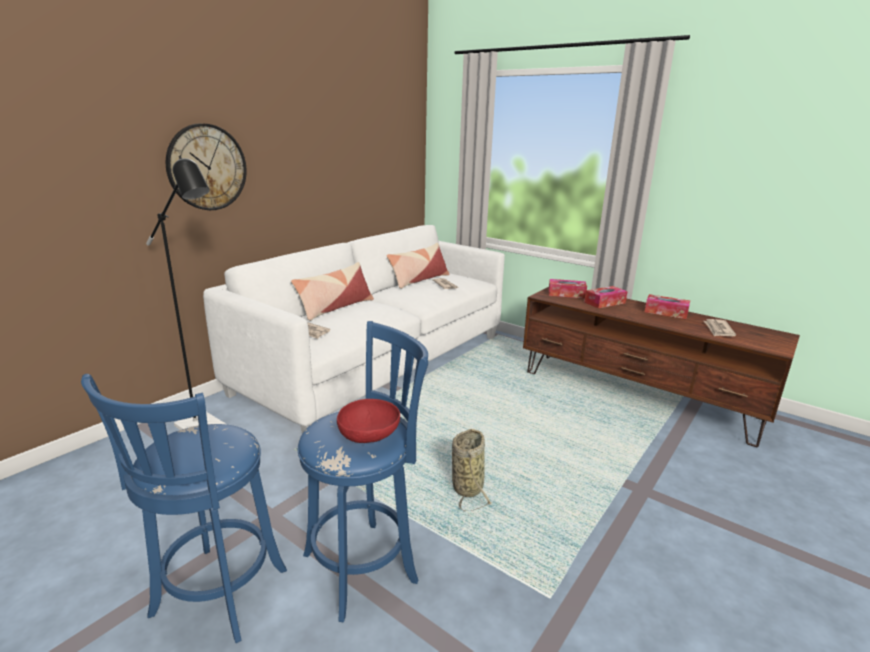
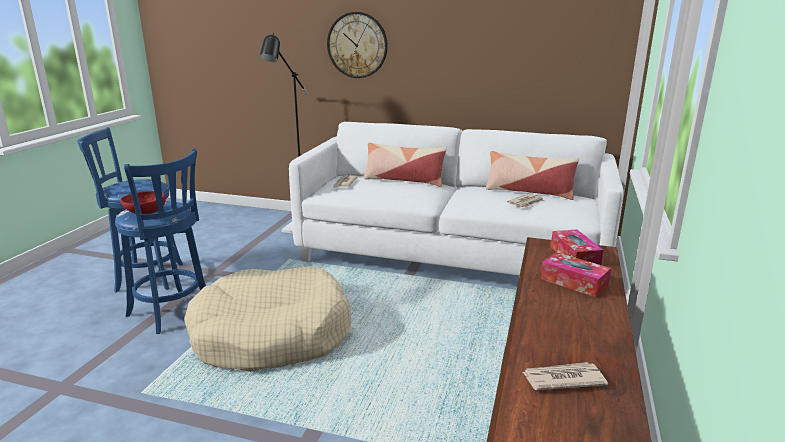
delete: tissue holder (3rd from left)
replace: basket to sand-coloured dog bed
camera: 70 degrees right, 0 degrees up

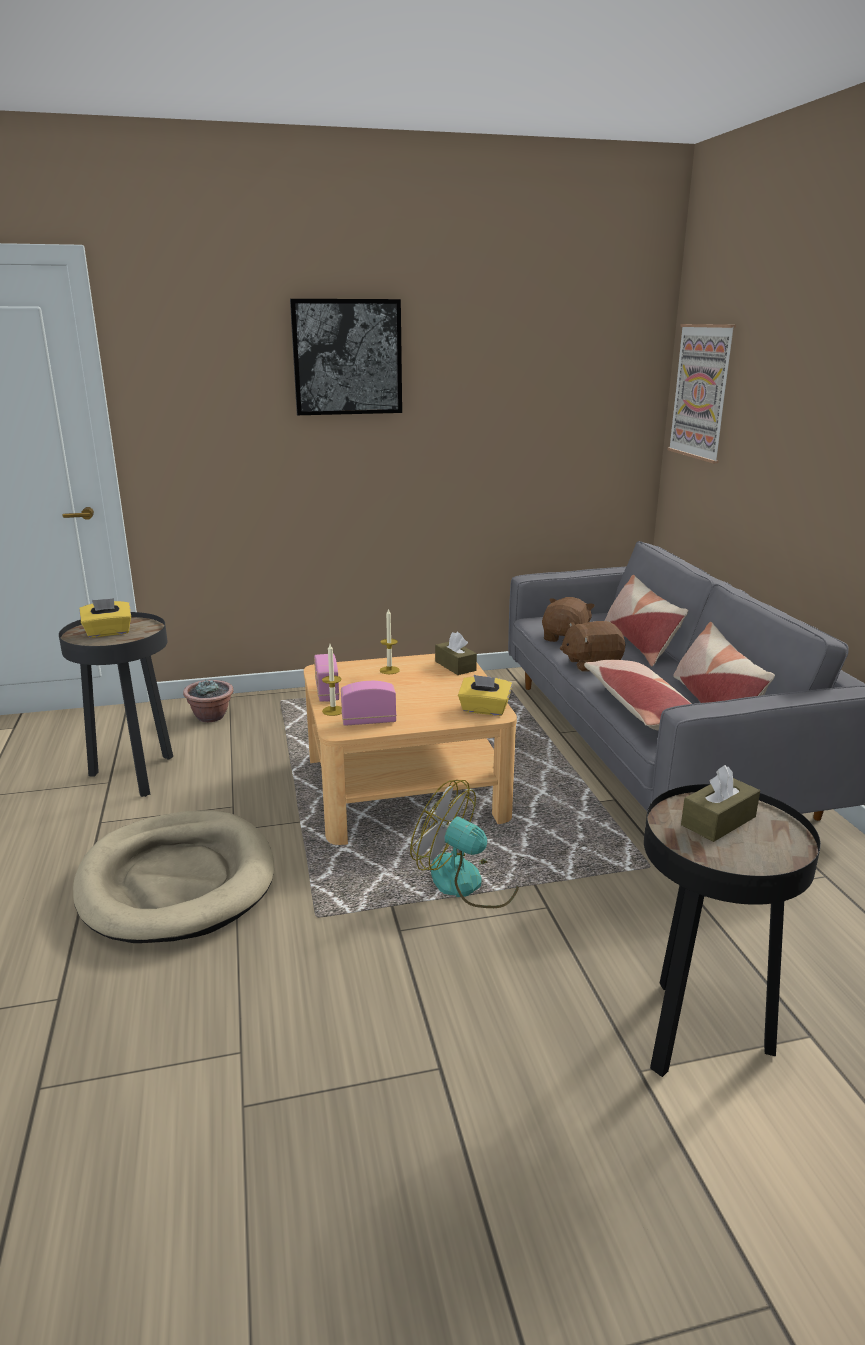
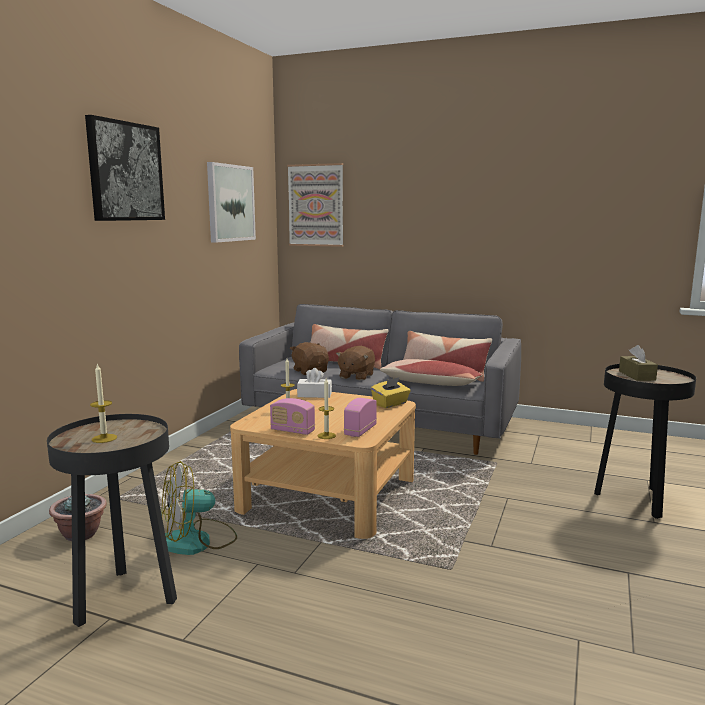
delete: sand-coloured dog bed
insert: picture (2nd from left)
move: cooling fan
replace: yellowish tissue holder (1st from left) to wax light (1st from left)
recolor: brownish tissue holder (1st from left) to white tissue holder
camera: 55 degrees left, 10 degrees down

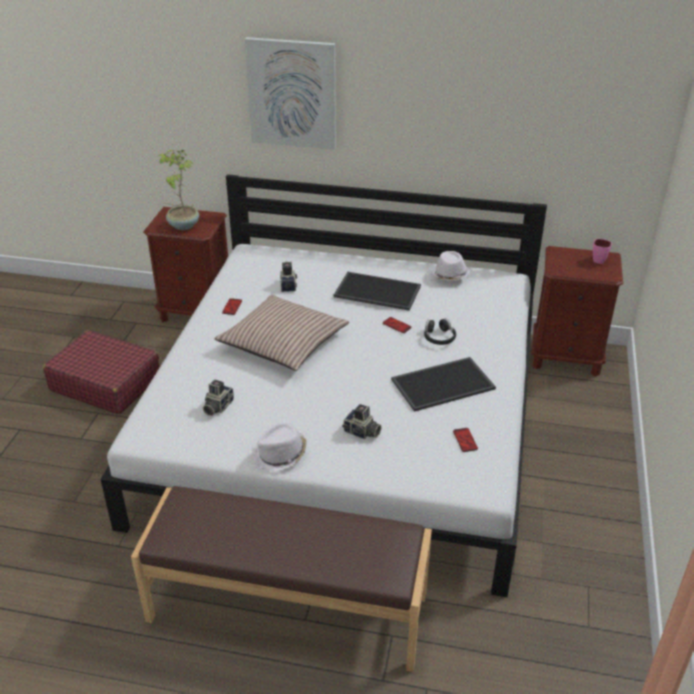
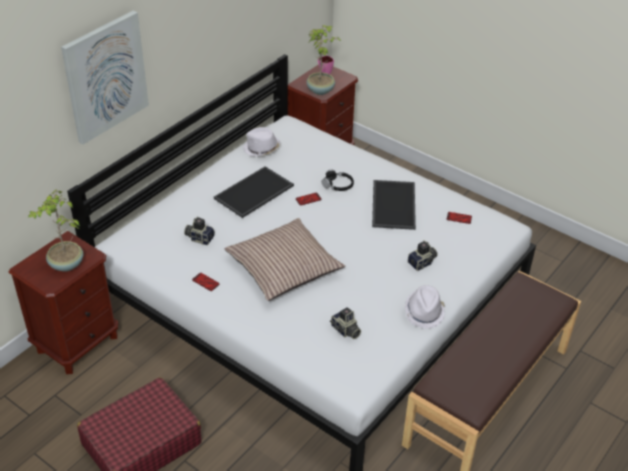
insert: houseplant (2nd from left)
camera: 65 degrees left, 5 degrees up

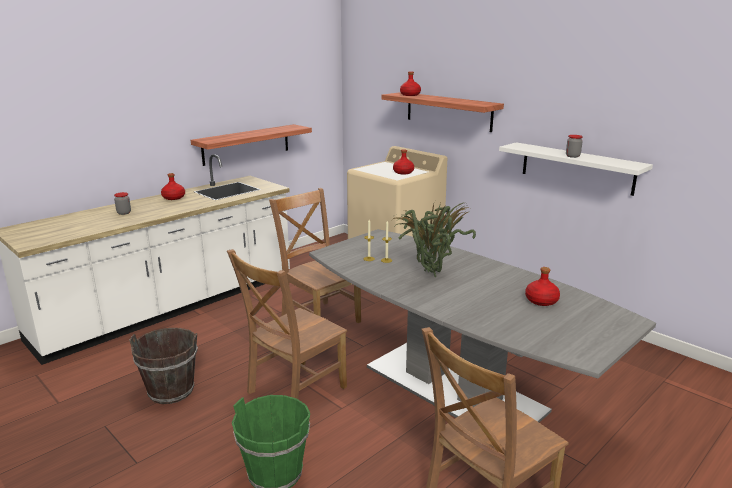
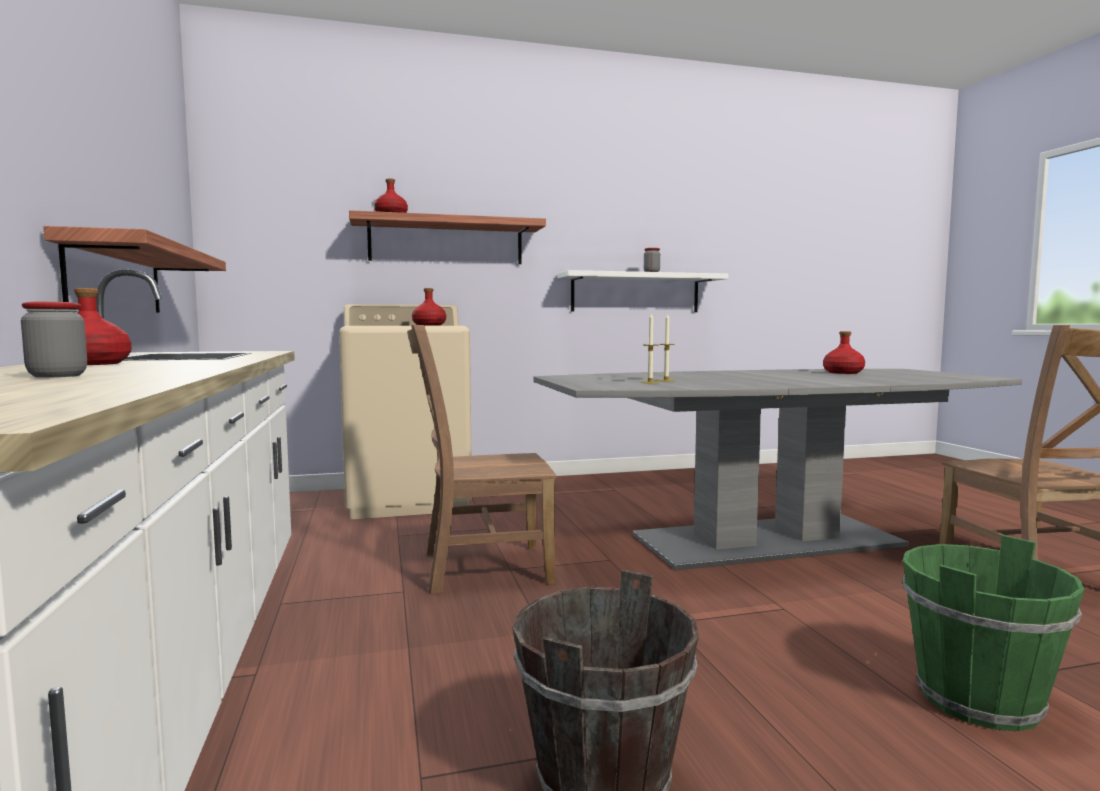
delete: brownish upright chair (1st from left); houseplant
camera: 60 degrees left, 15 degrees down

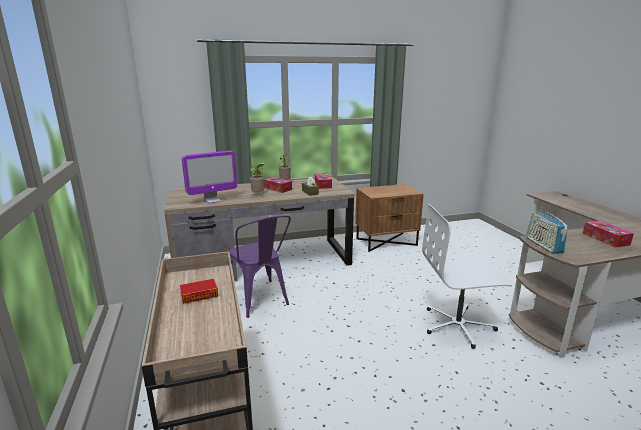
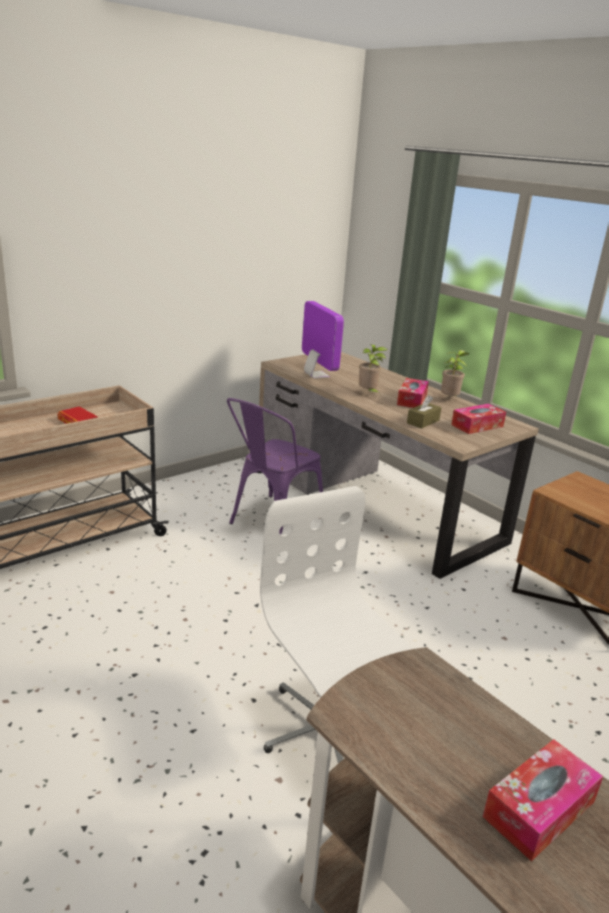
delete: radio set
rotate: monitor 150 degrees counterclockwise
camera: 65 degrees right, 5 degrees up

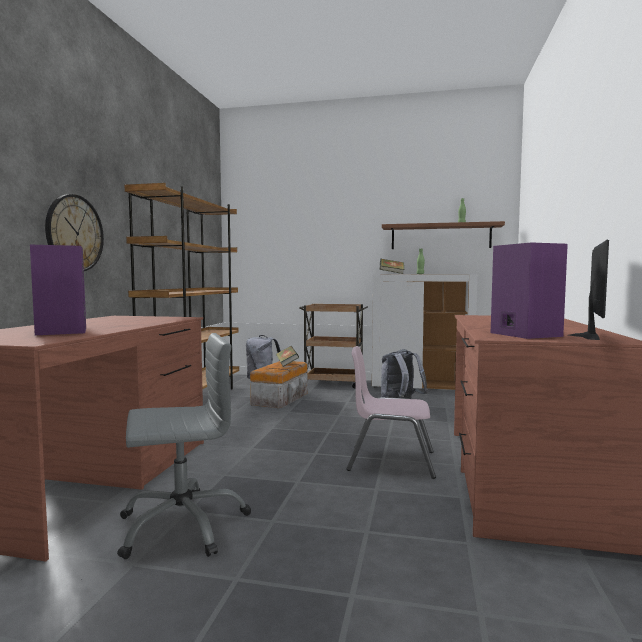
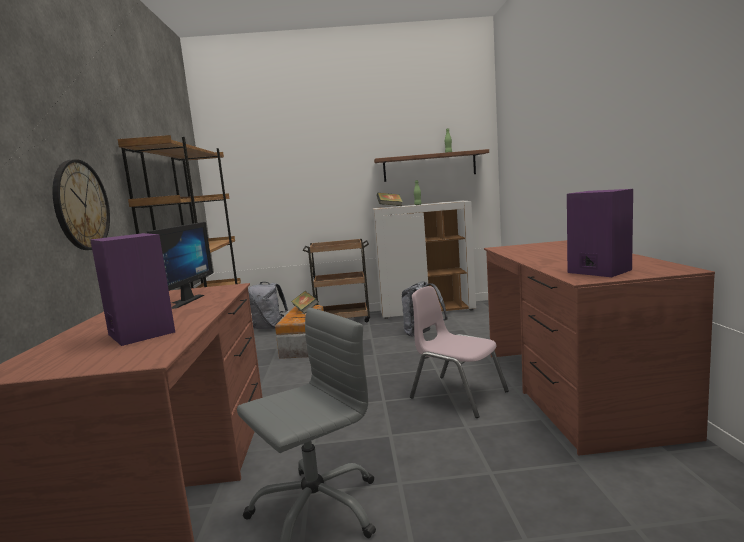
move: monitor
rotate: pinkish upright chair 45 degrees clockwise
camera: 15 degrees left, 5 degrees up

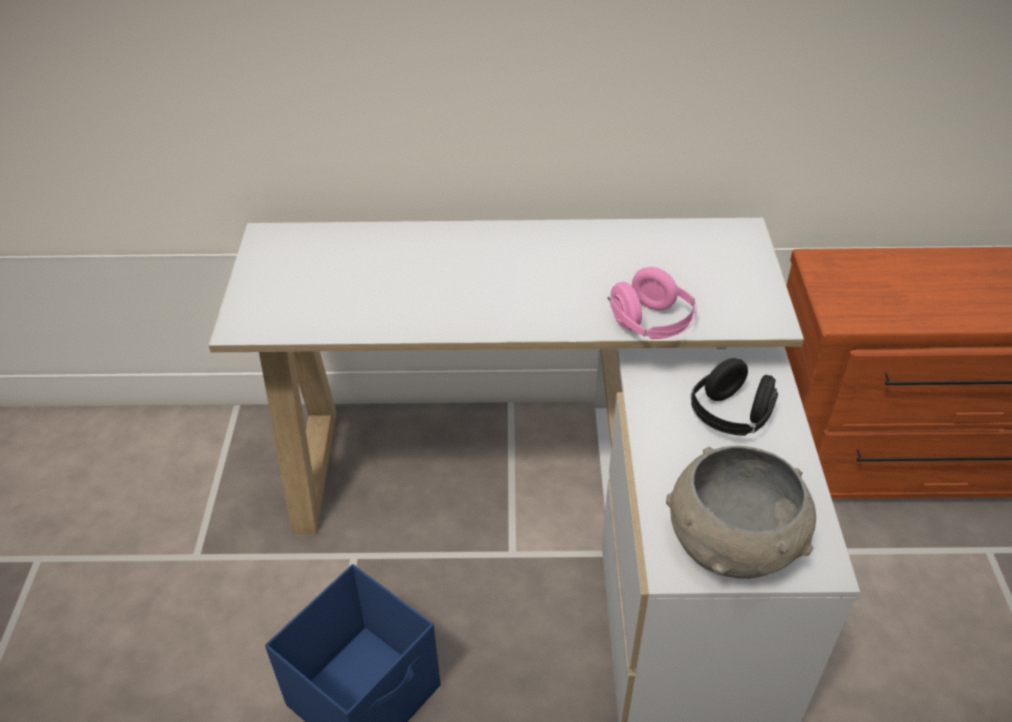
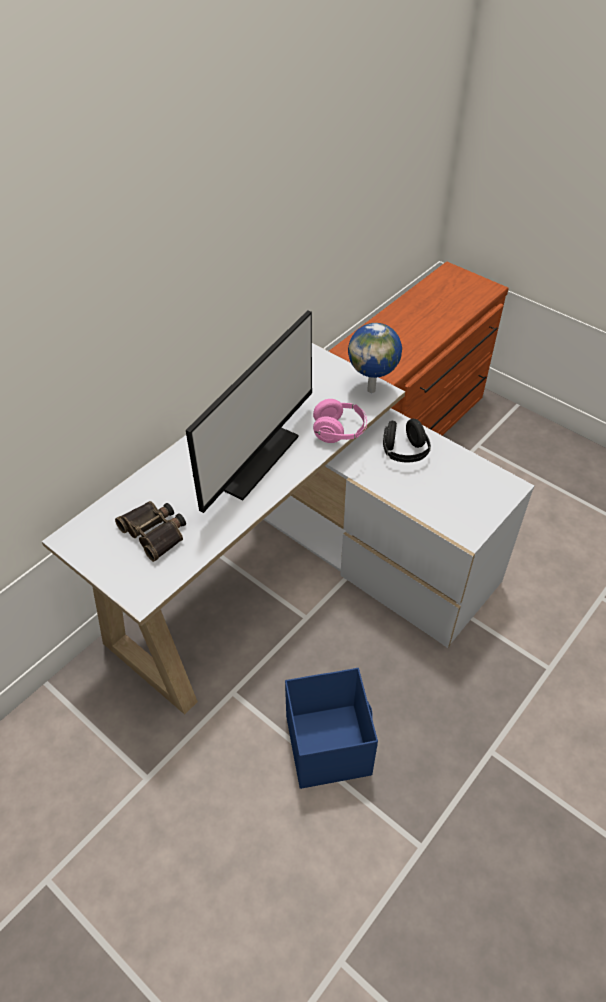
delete: grey bowl
insert: field glasses; monitor; desk globe
camera: 50 degrees left, 5 degrees up

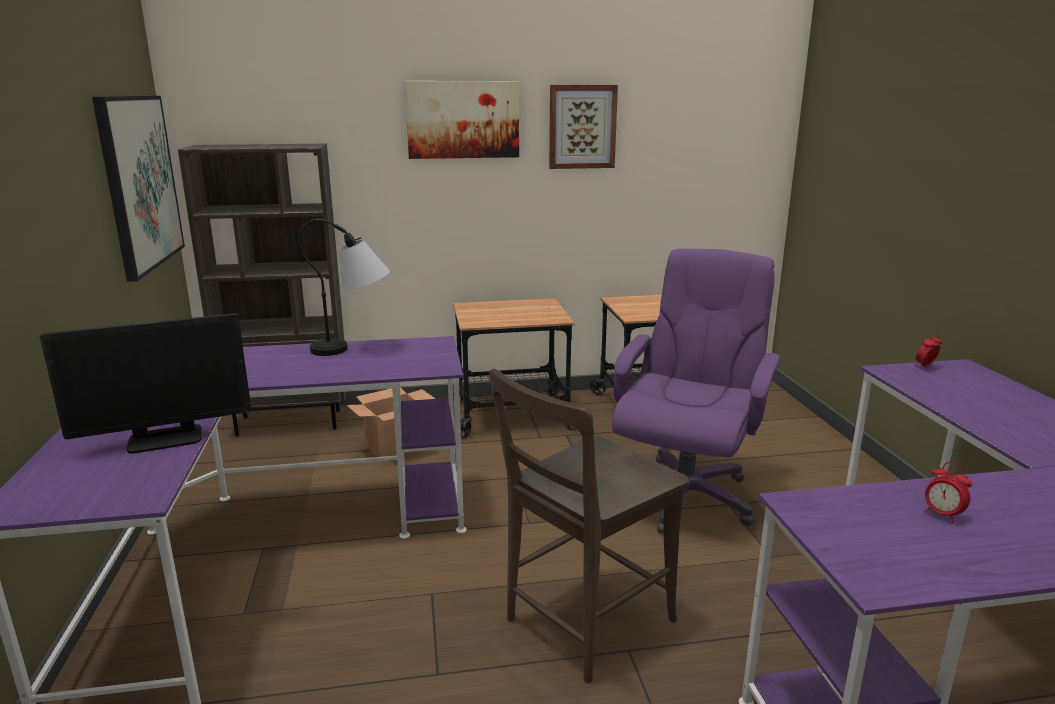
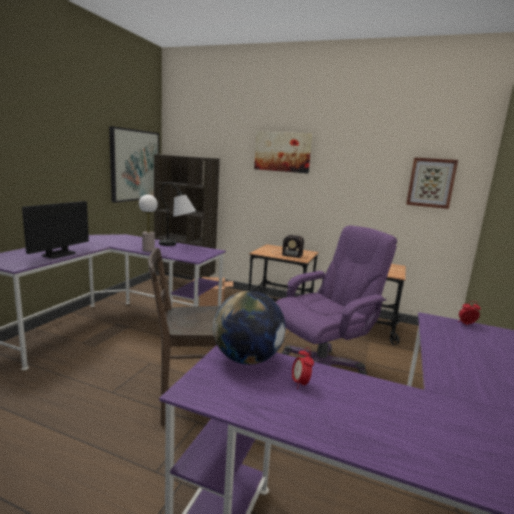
insert: tabletop lamp (1st from left); desk globe; radio set
move: picture (3rd from left)
rotate: monitor 75 degrees counterclockwise
camera: 30 degrees right, 5 degrees down

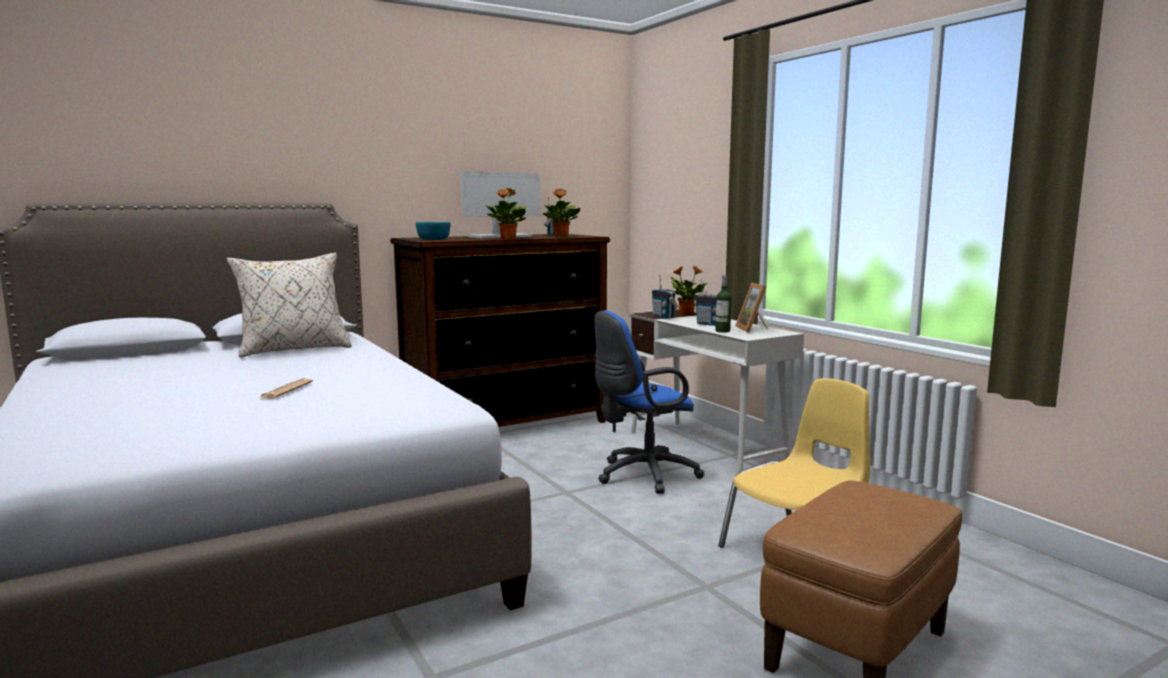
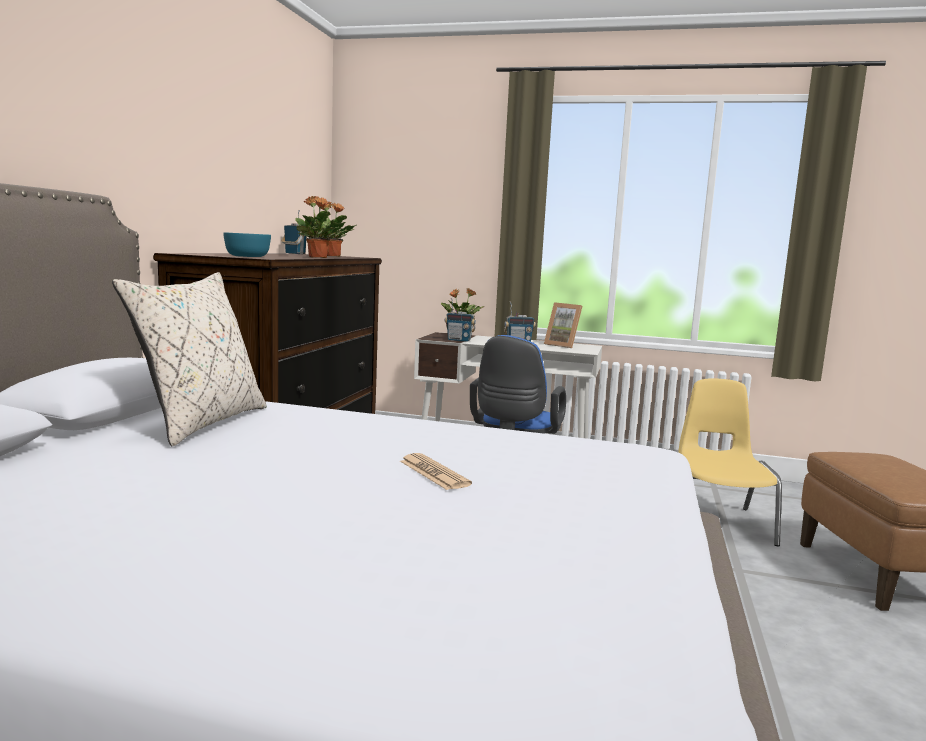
delete: monitor; bottle
camera: 45 degrees left, 0 degrees up

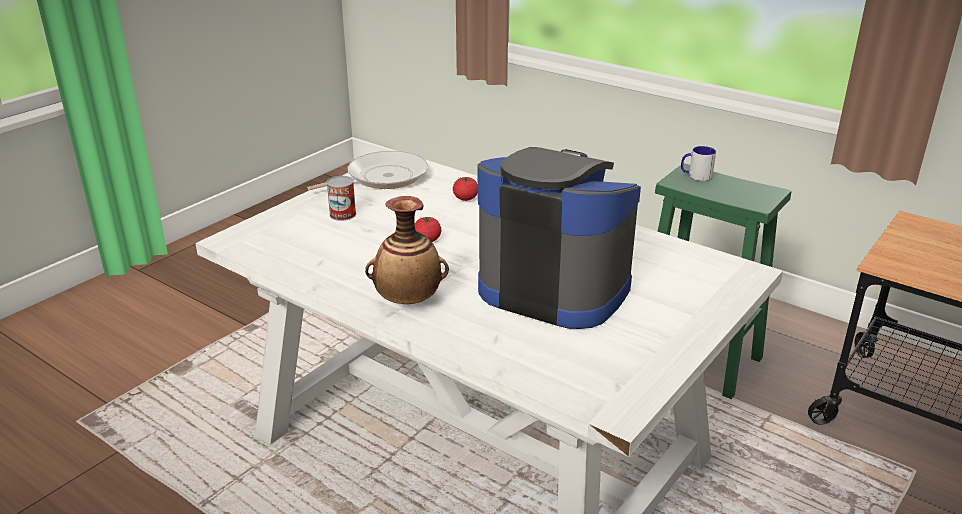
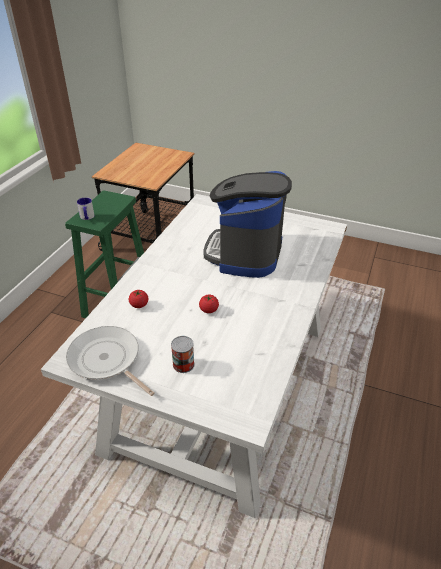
delete: vase
camera: 105 degrees left, 10 degrees up

